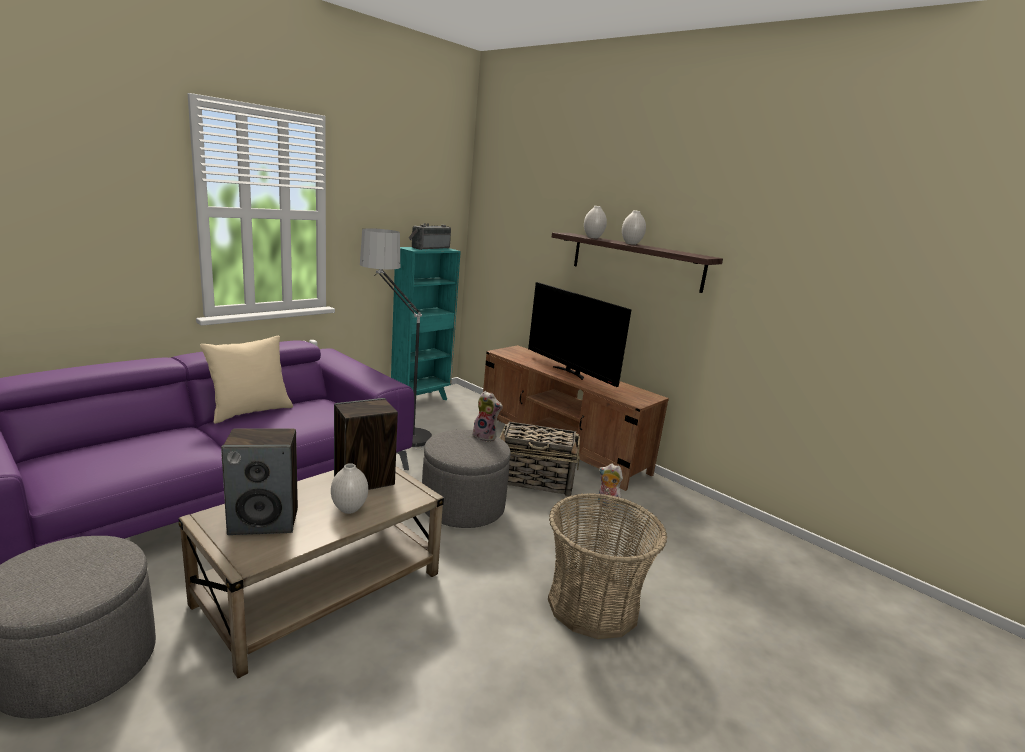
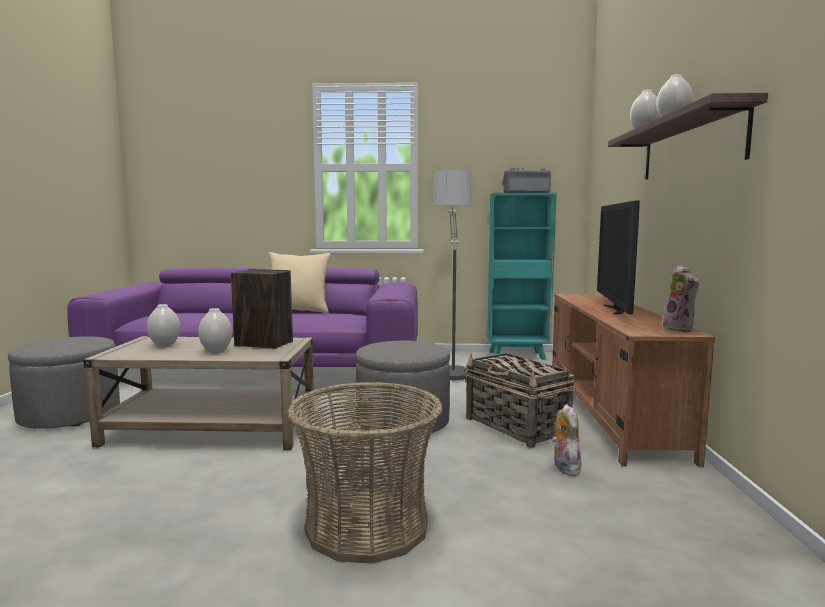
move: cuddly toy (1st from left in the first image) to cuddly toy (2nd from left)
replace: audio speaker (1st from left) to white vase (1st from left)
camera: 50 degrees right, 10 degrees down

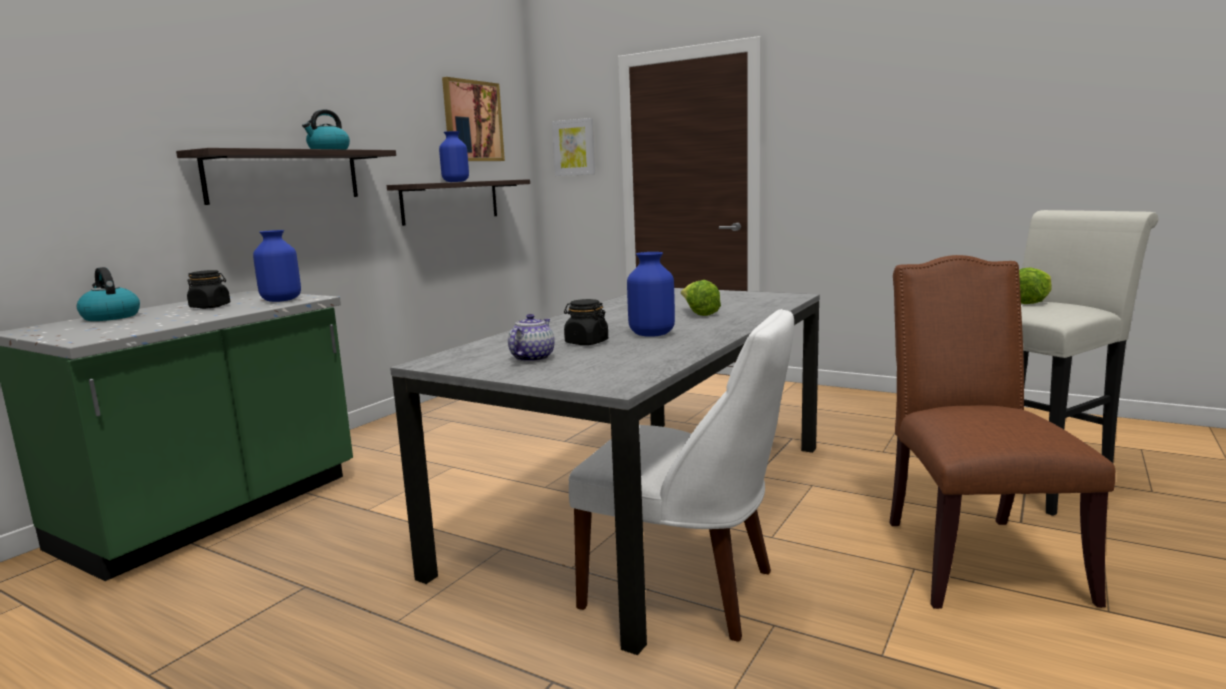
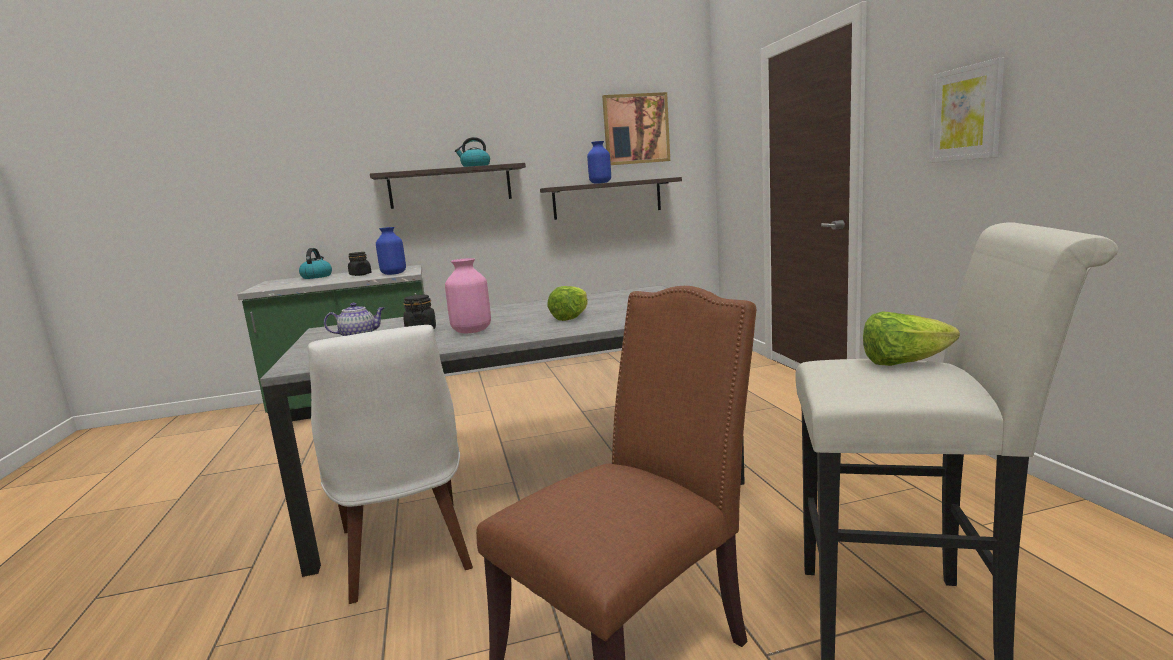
move: picture (2nd from left)
recolor: blue-coloured vase (3rd from left) to pinkish vase
camera: 45 degrees right, 0 degrees up

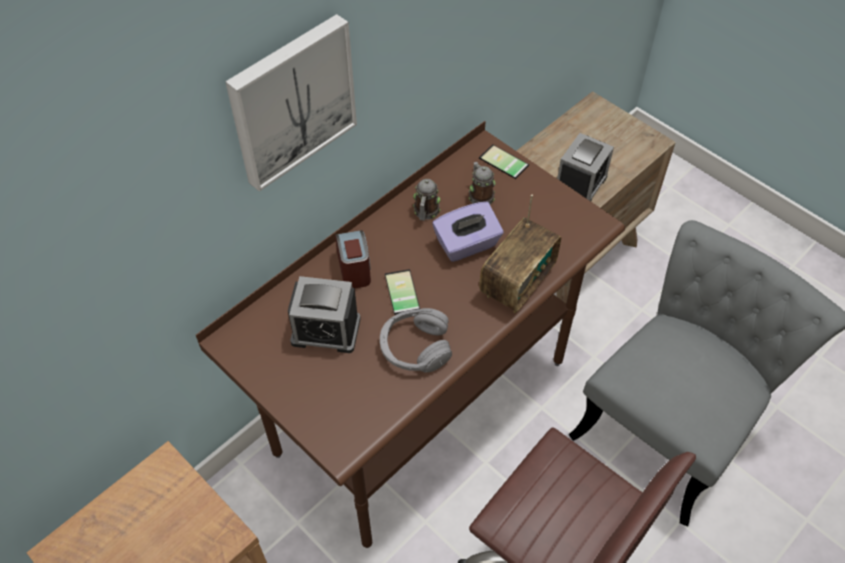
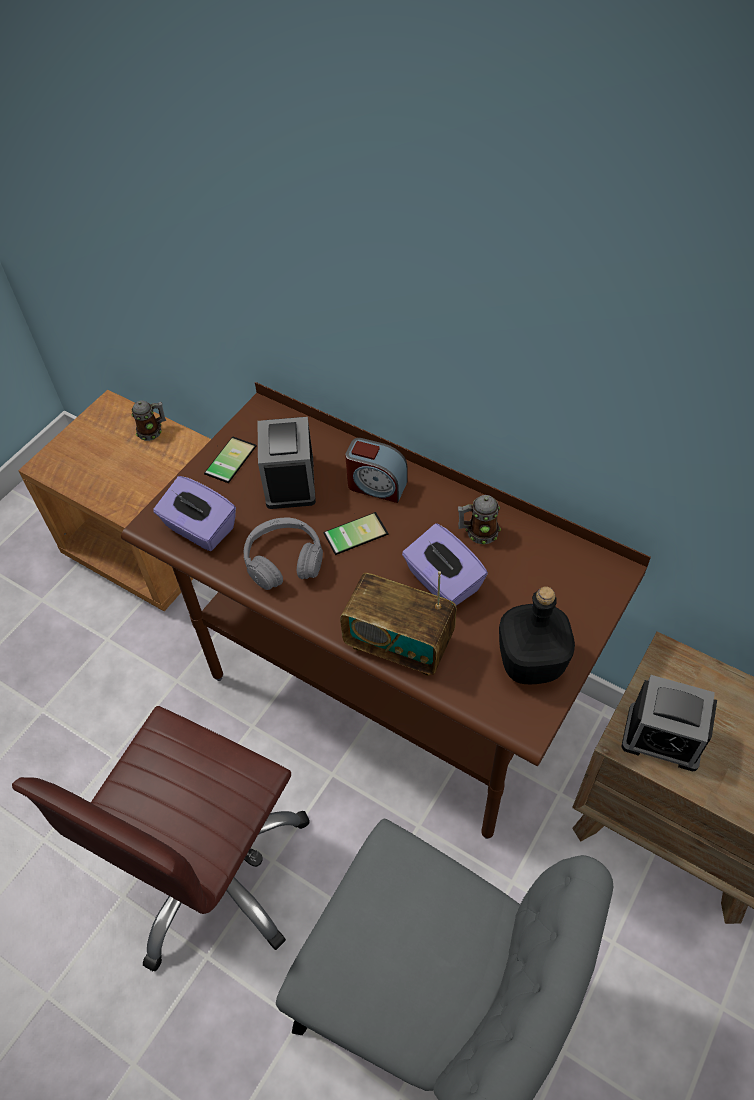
delete: picture
insert: purple-coloured tissue holder (1st from left); blackish bottle
move: tea mug (2nd from left in the first image) to tea mug (1st from left); phone (2nd from left in the first image) to phone (1st from left)
rotate: table clock (2nd from left) 45 degrees clockwise
camera: 80 degrees right, 0 degrees up

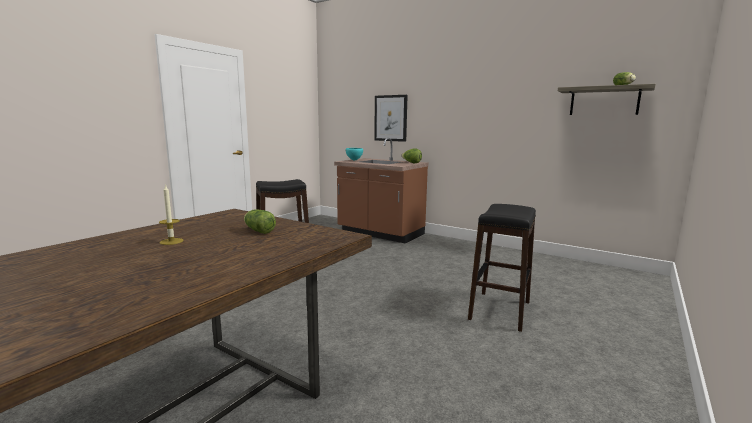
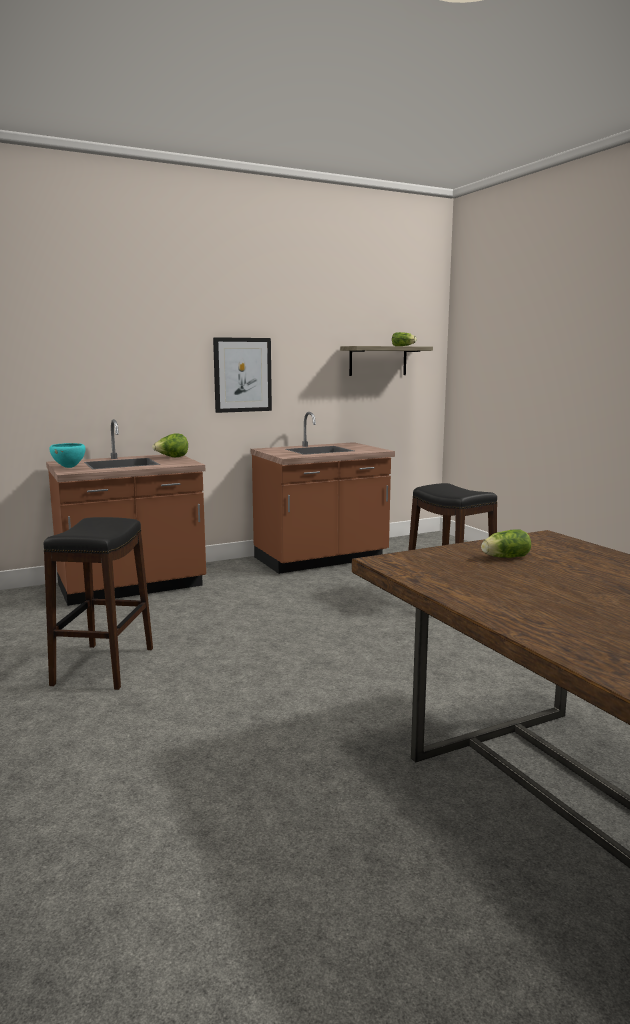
delete: wax light
insert: brownish kitchen base unit (2nd from left)
move: picture
camera: 60 degrees left, 0 degrees up

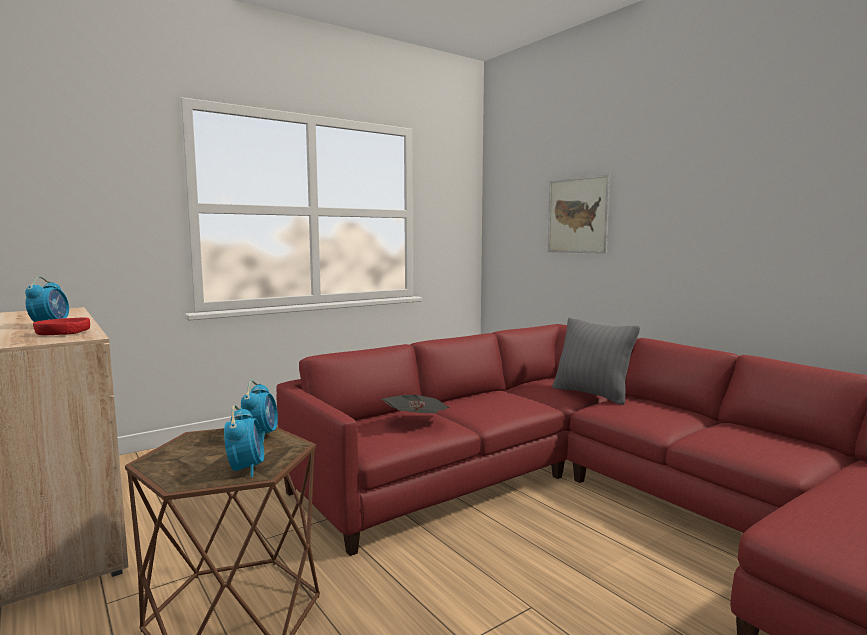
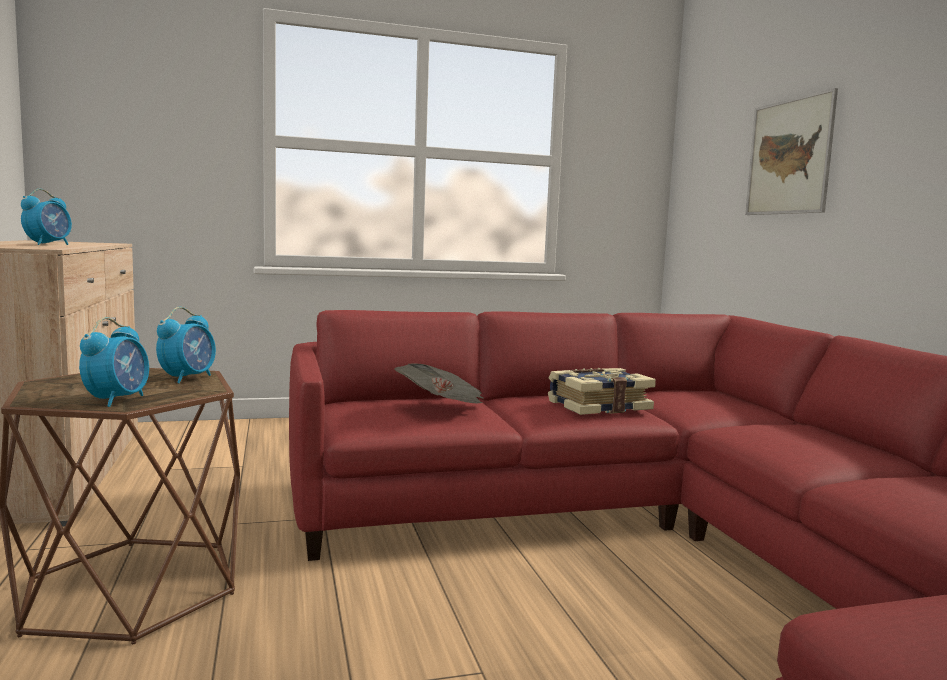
delete: red-coloured bowl; grey cushion
insert: book
camera: 20 degrees right, 0 degrees up

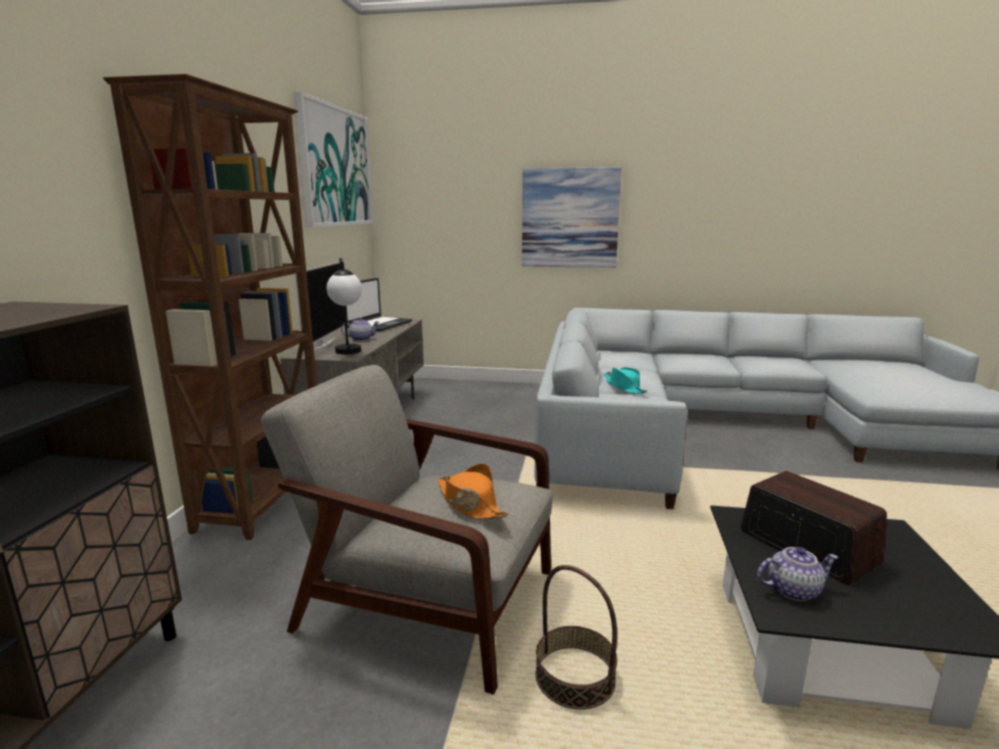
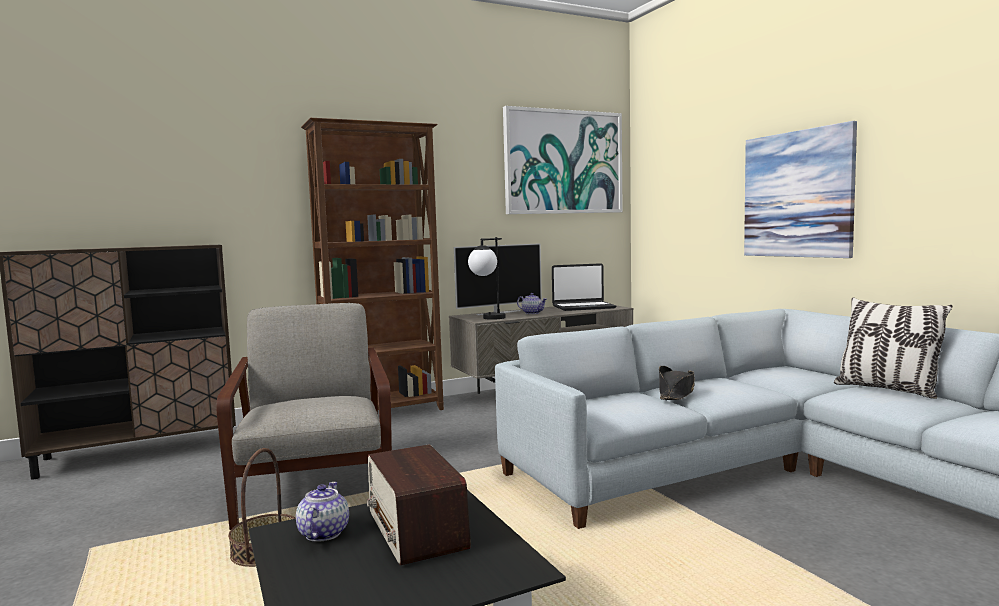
delete: orangey hat
insert: cushion
recolor: turquoise hat to blackish hat
rotate: teapot (2nd from left in the first image) 135 degrees counterclockwise; radio set 135 degrees clockwise
camera: 55 degrees right, 10 degrees down

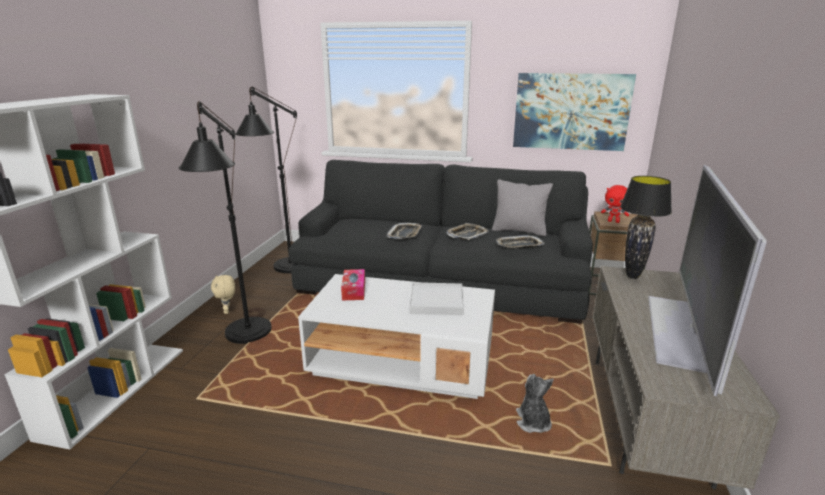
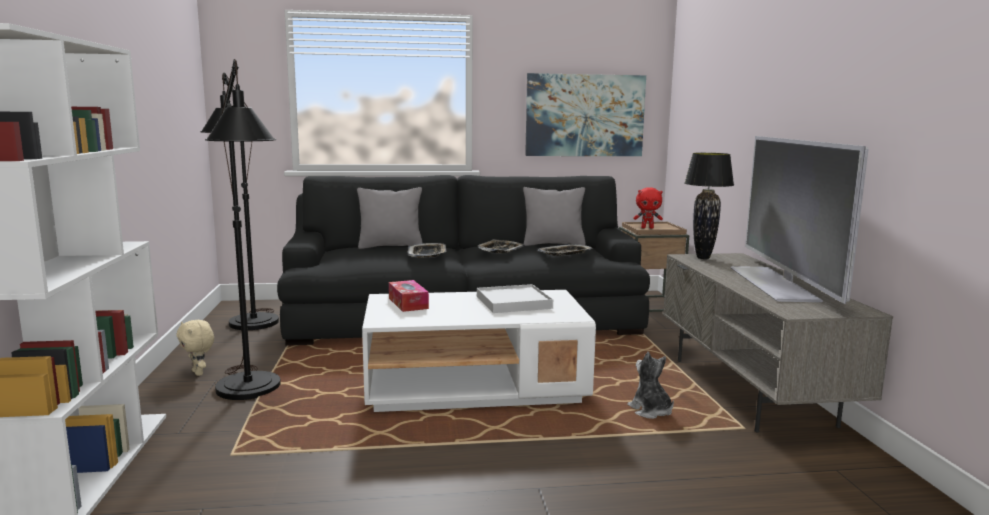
insert: grey cushion (1st from left)
camera: 20 degrees left, 10 degrees down

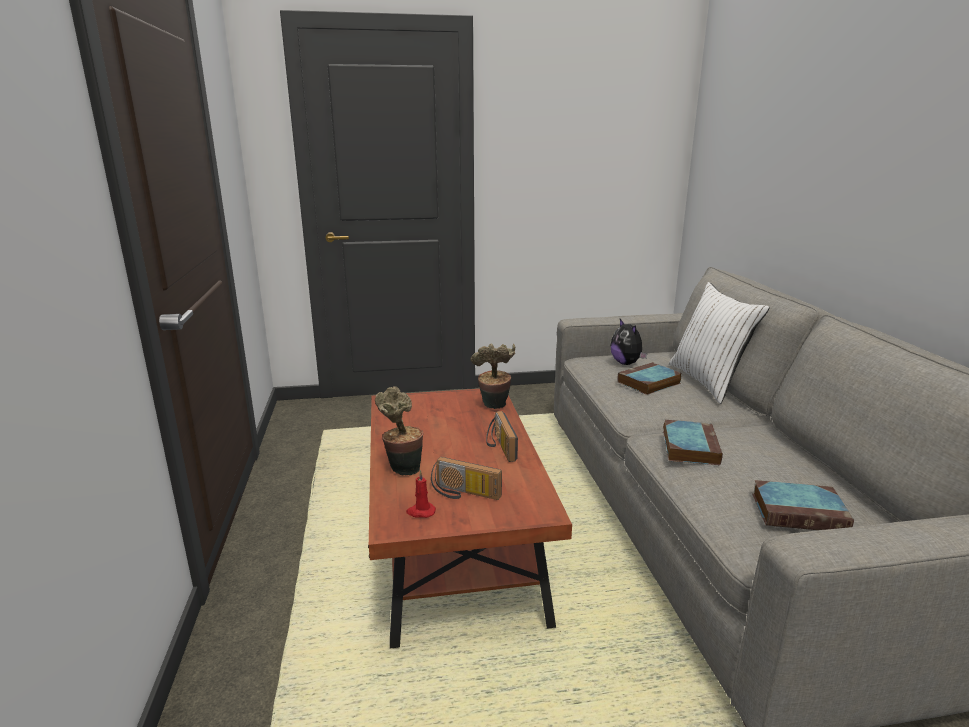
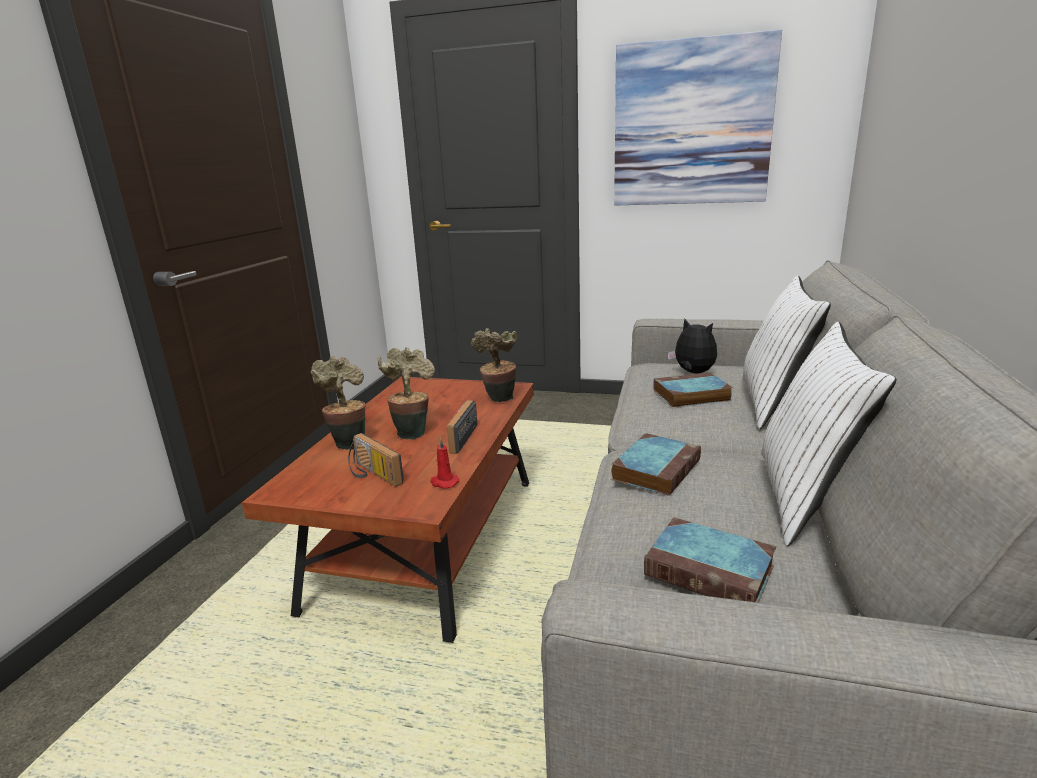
insert: houseplant (2nd from left); picture; white cushion (2nd from left)
move: red-coloured wax light
rotate: cuddly toy 135 degrees clockwise
camera: 25 degrees right, 0 degrees up

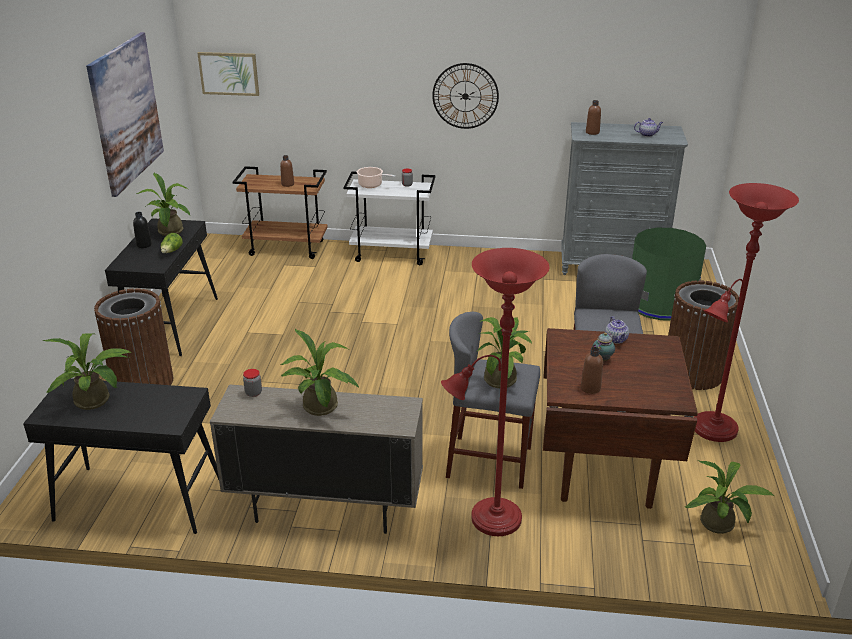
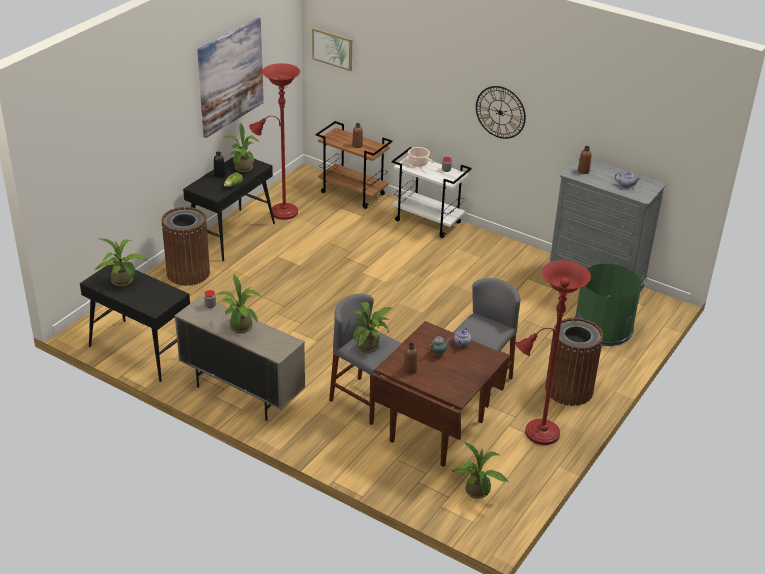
move: red-coloured floor lamp (1st from left)
camera: 25 degrees right, 5 degrees up

